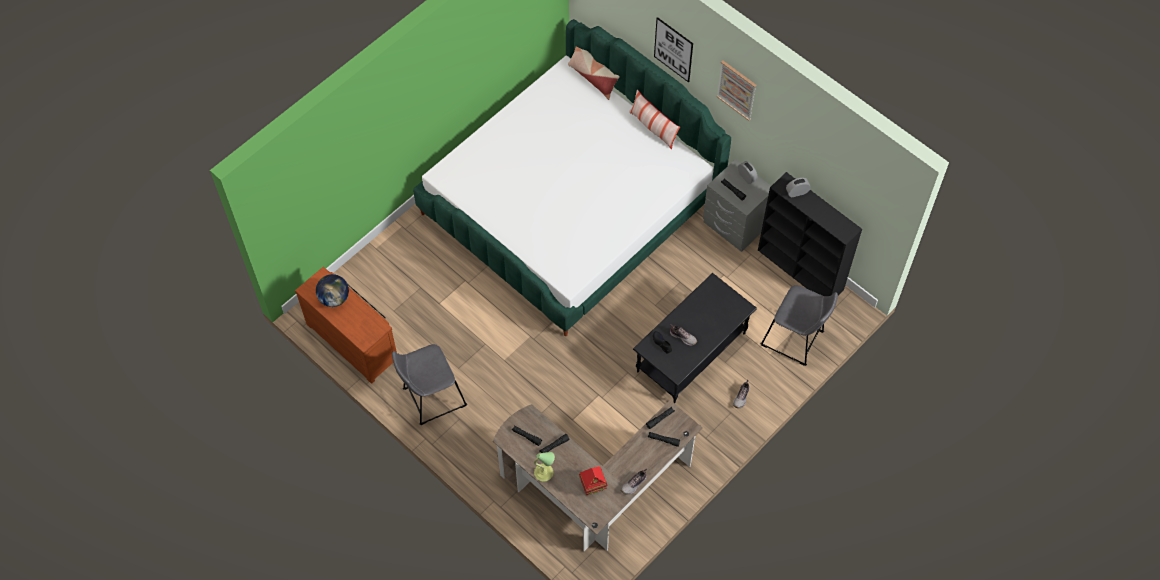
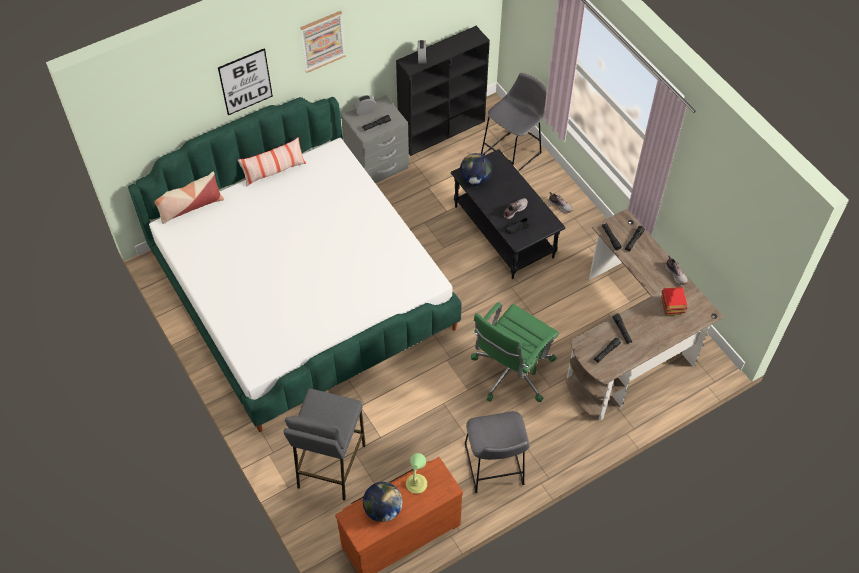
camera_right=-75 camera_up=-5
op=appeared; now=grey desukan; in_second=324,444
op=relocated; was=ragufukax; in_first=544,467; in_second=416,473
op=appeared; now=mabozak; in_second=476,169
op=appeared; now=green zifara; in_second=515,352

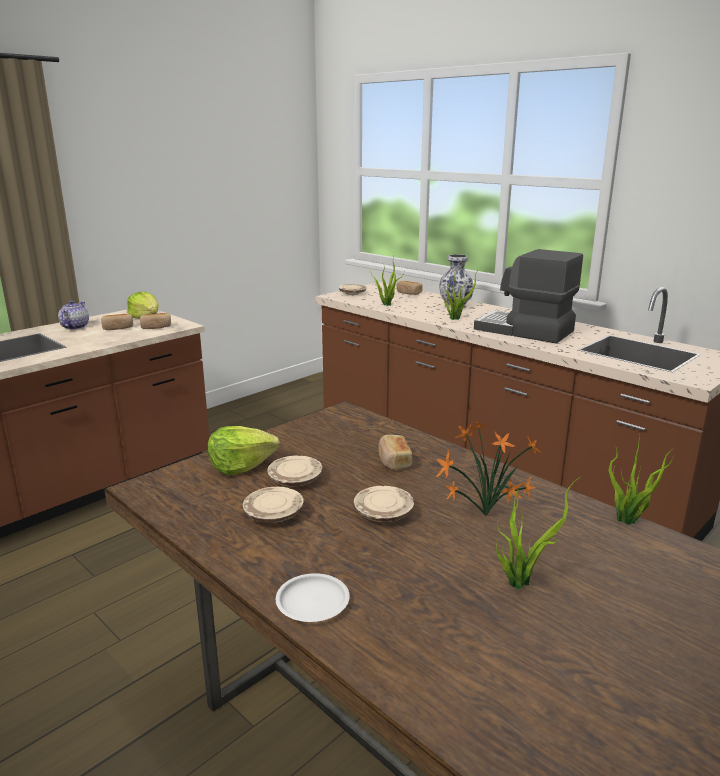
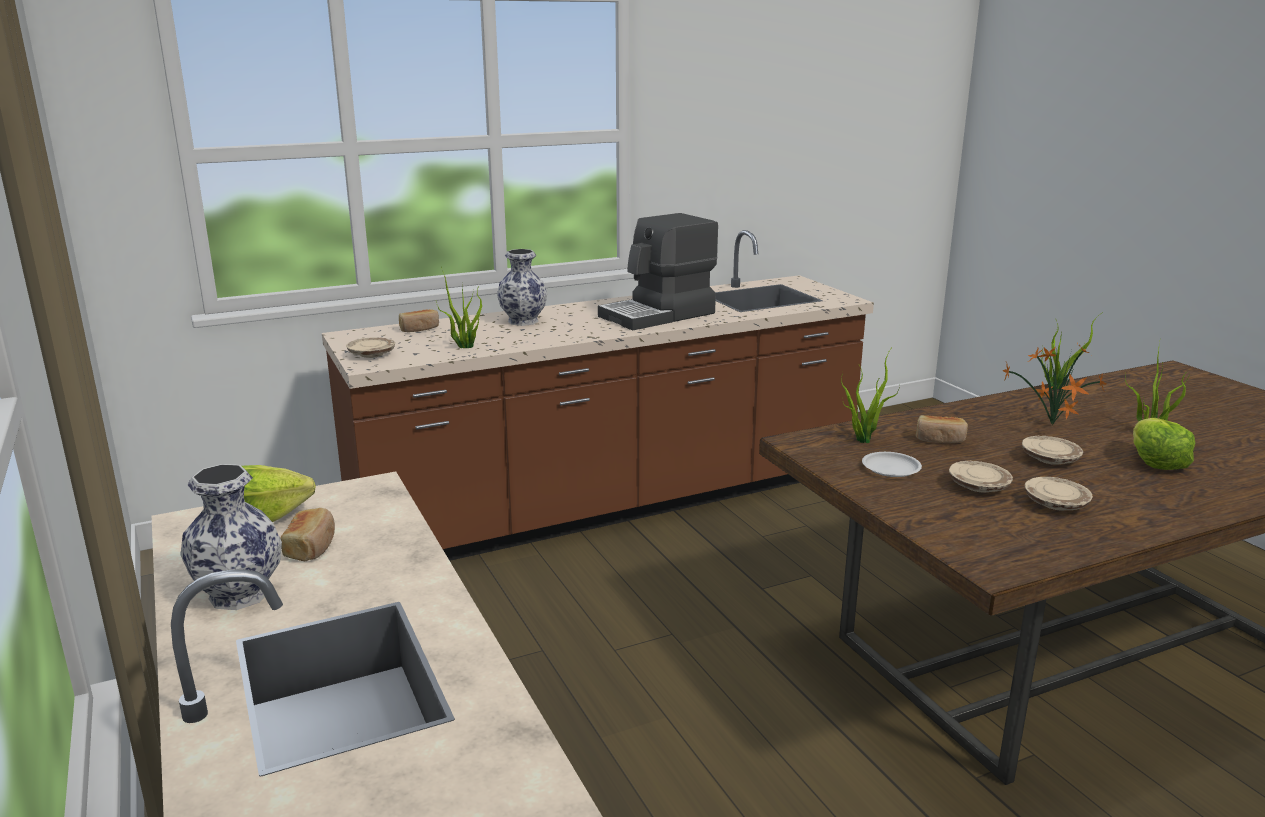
camera_right=-70 camera_up=0
op=exchanged; was=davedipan; now=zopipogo; in_first=73,315; in_second=231,537
op=relocated; was=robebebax; in_first=461,294; in_second=870,394
op=relocated; was=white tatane; in_first=313,597; in_second=892,464
op=relocated; was=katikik; in_first=244,450; in_second=1164,444
op=missing; was=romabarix; in_first=155,321

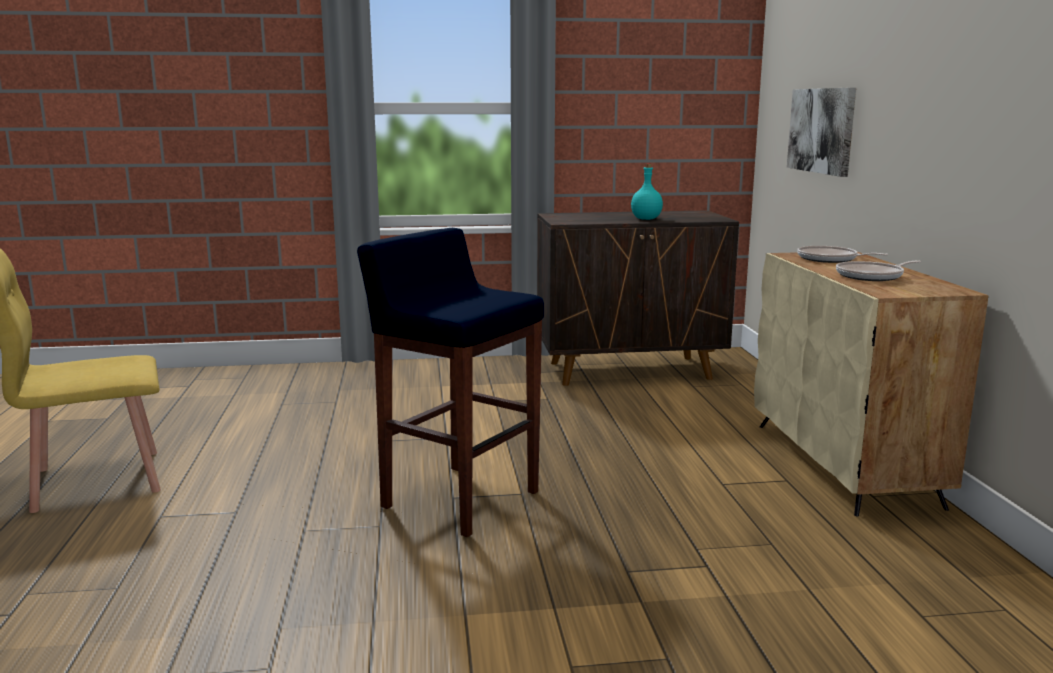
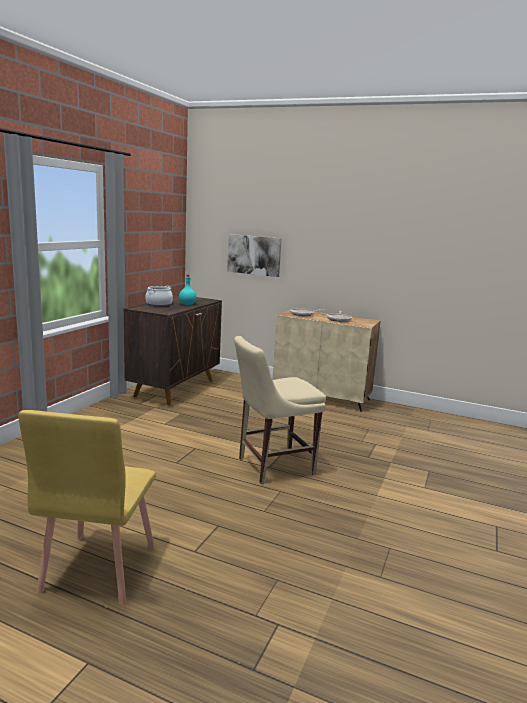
camera_right=-60 camera_up=0
op=appeared; now=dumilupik; in_second=159,296
op=exchanged; was=blue desukan; now=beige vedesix; in_first=450,382; in_second=280,410

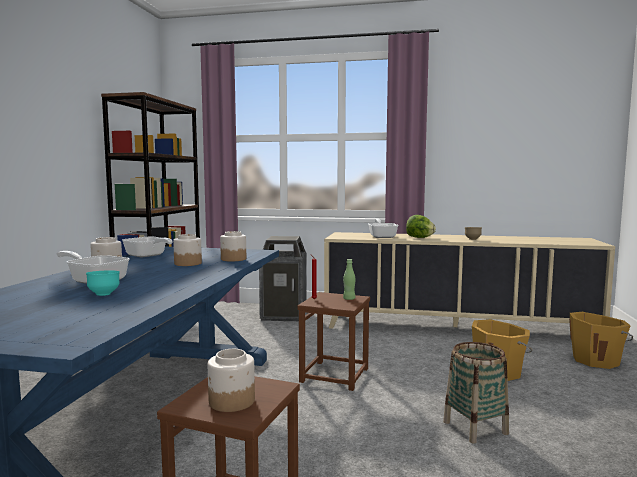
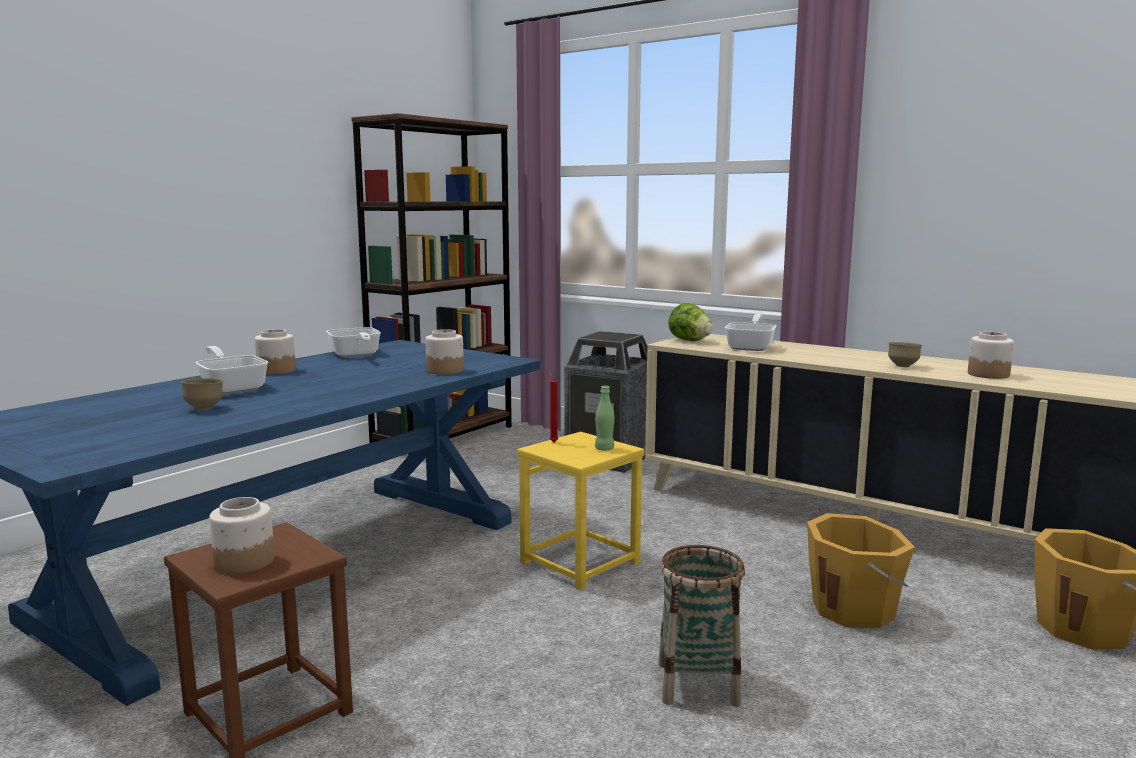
camera_right=25 camera_up=5
op=colour; was=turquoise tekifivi; now=brown tekifivi; in_first=103,283; in_second=202,394
op=colour; was=brown desukan; now=yellow desukan; in_first=333,341; in_second=580,511
op=relocated; was=katikik; in_first=421,226; in_second=690,322
op=relocated; was=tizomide; in_first=187,250; in_second=991,355

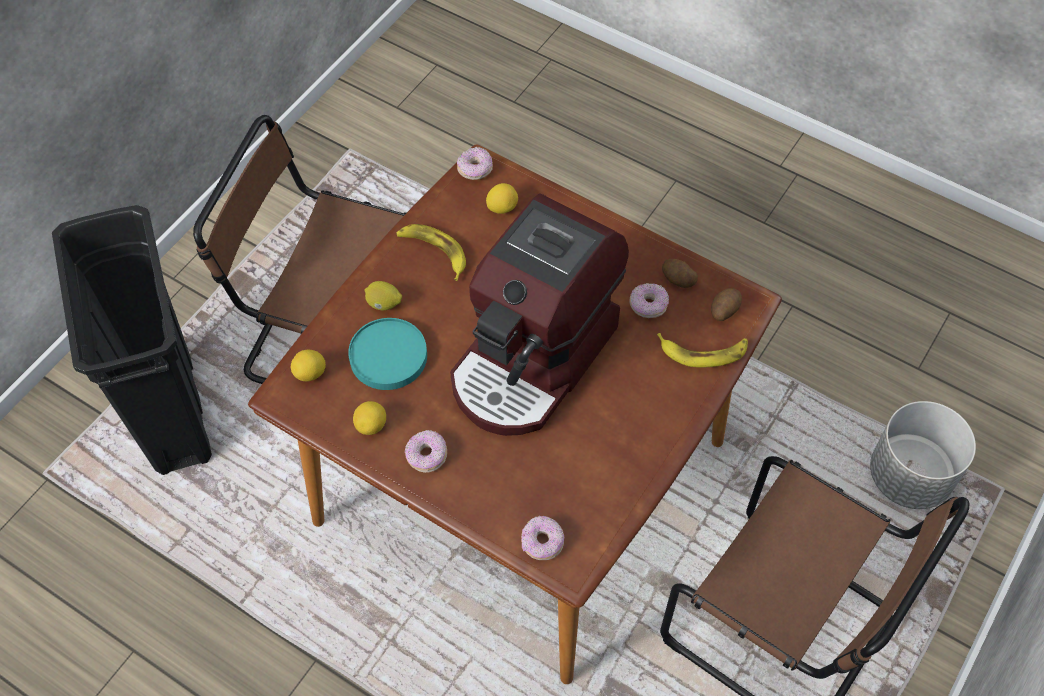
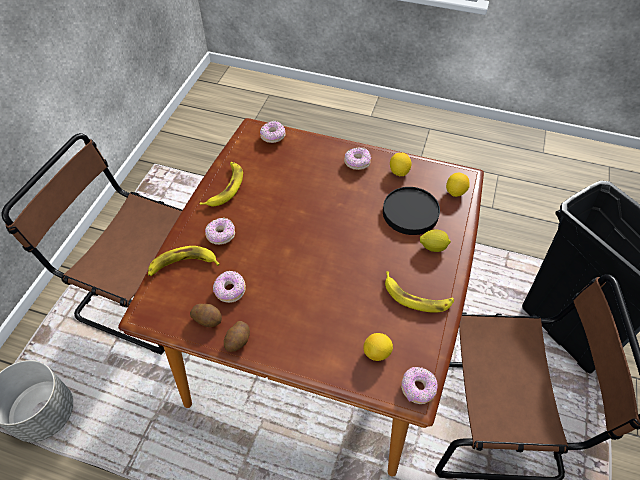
camera_right=165 camera_up=-5
op=appeared; now=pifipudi; in_second=221,184
op=appeared; now=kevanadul; in_second=220,231
op=relocated; was=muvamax; in_first=726,304; in_second=237,336
op=colour; was=turquoise tatane; now=black tatane; in_first=387,354; in_second=411,211
op=missing; was=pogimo; in_first=539,314

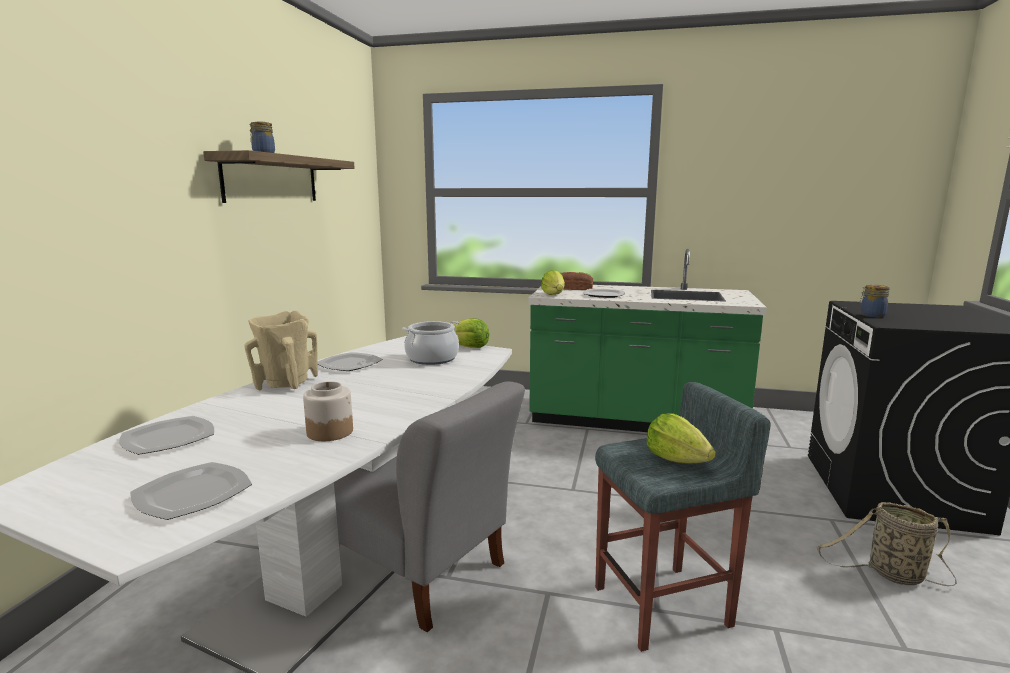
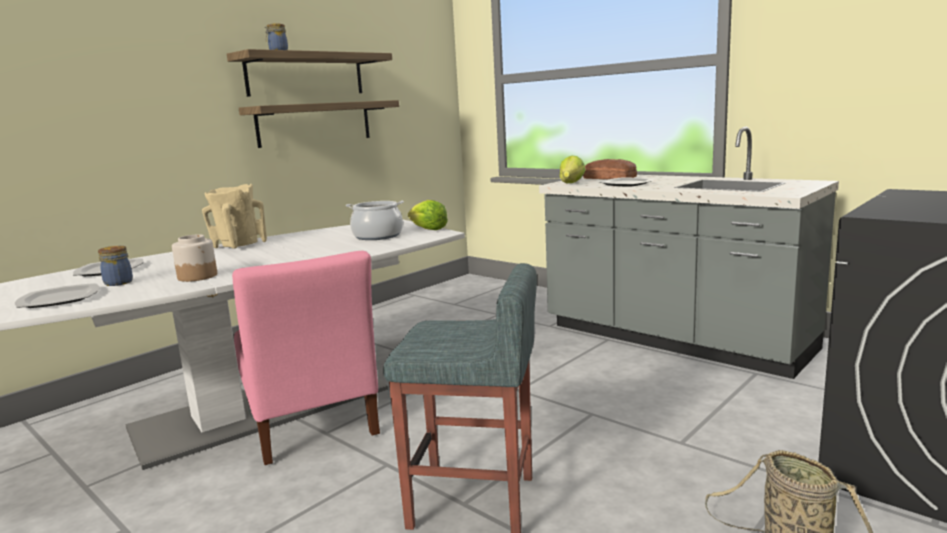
camera_right=30 camera_up=0
op=relocated; was=tizomide; in_first=875,301; in_second=115,266
op=colour; was=grey vedesix; now=pink vedesix; in_first=429,507; in_second=306,358
op=appeared; now=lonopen; in_second=319,124
op=colour; was=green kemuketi; now=grey kemuketi; in_first=647,340; in_second=689,253
op=missing; was=tatane; in_first=350,361
op=missing; was=katikik; in_first=681,439

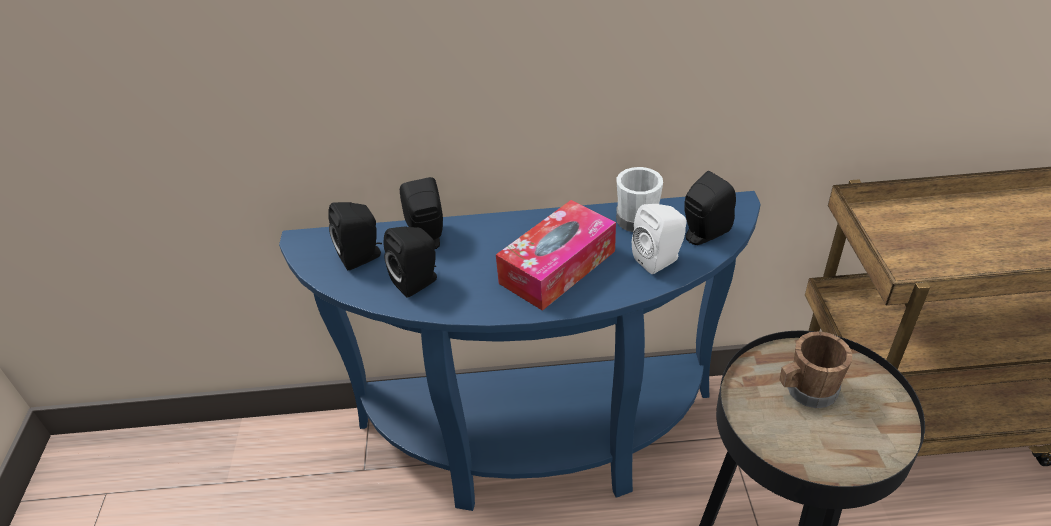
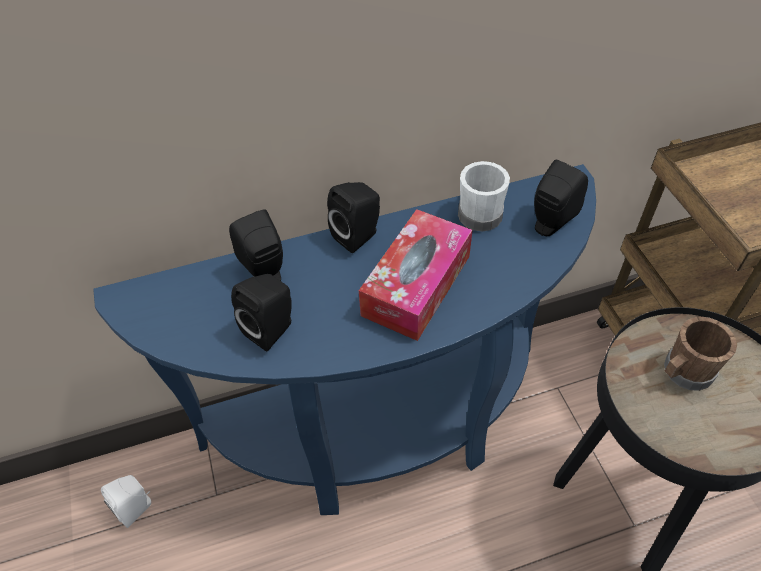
camera_right=-15 camera_up=10
op=relocated; was=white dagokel; in_first=659,239; in_second=126,501
op=relocated; was=black dagokel; in_first=355,236; in_second=353,217

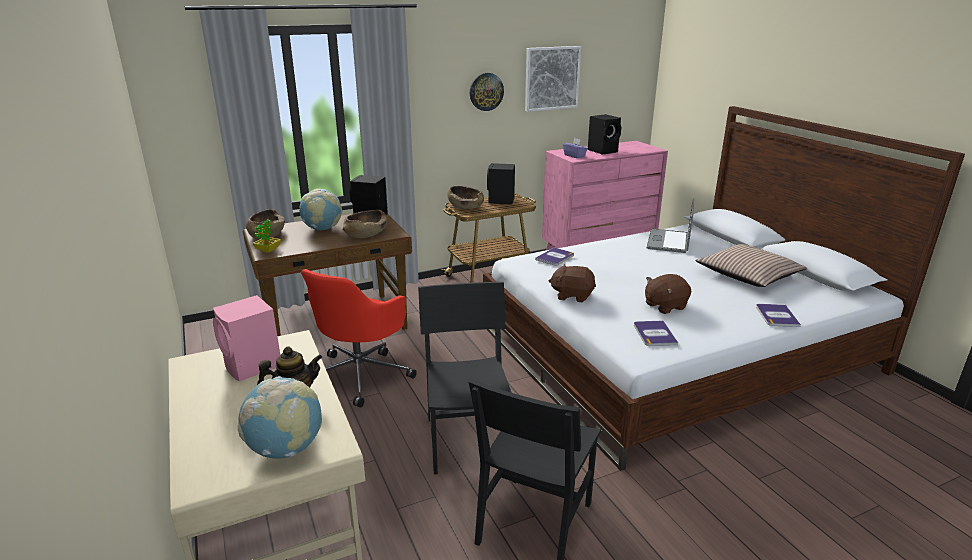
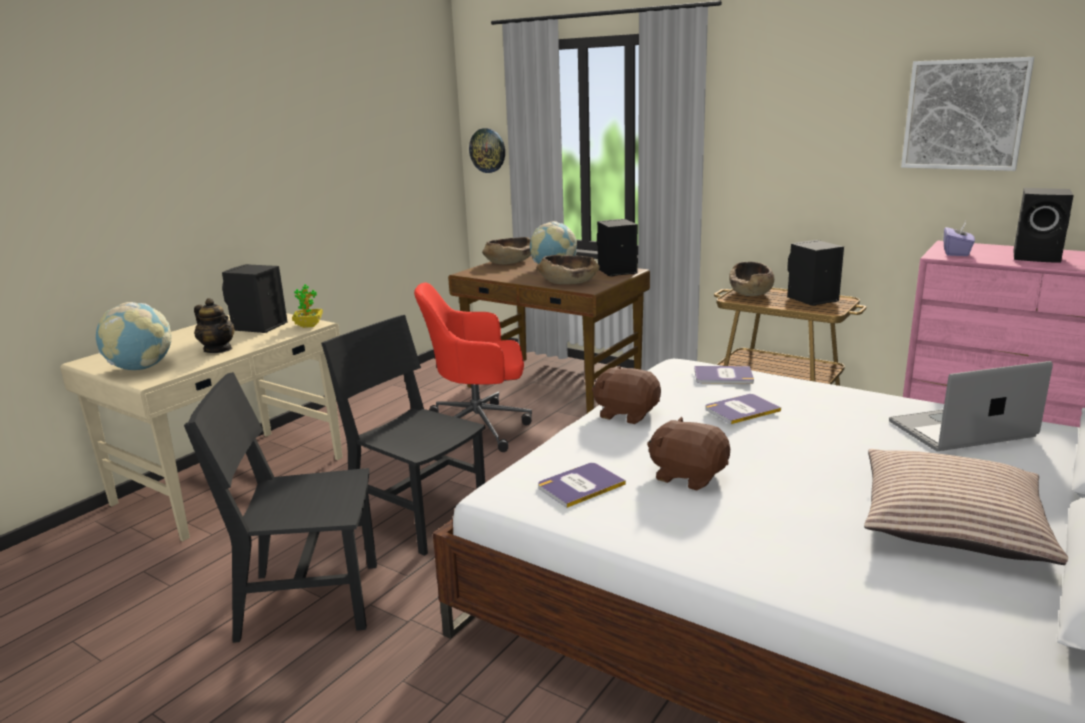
camera_right=60 camera_up=-5
op=colour; was=pink dagokel; now=black dagokel; in_first=246,338; in_second=255,298
op=relocated; was=robebebax; in_first=267,236; in_second=307,306
op=spun; was=black vedesix; in_first=465,378; in_second=403,435; clockwise=-105
op=relocated; was=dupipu; in_first=487,92; in_second=487,150
op=spun; was=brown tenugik; in_first=572,283; in_second=626,394; clockwise=-45
op=relocated; was=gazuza; in_first=778,315; in_second=743,409

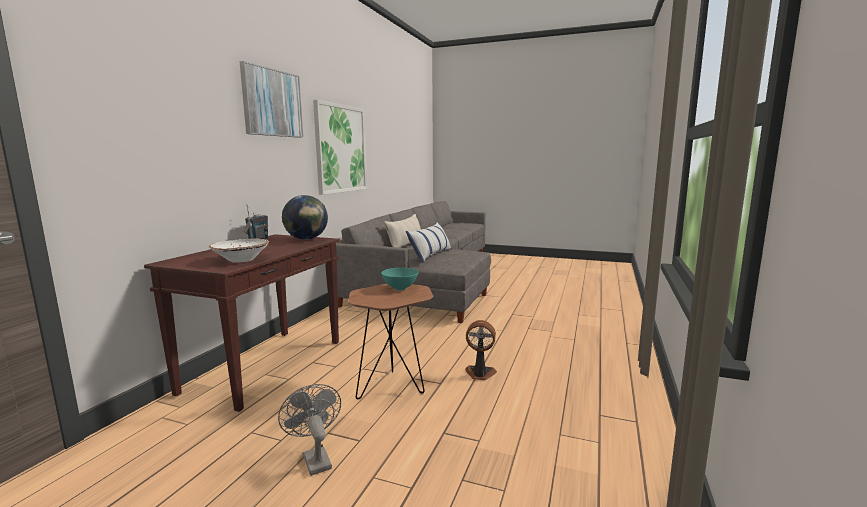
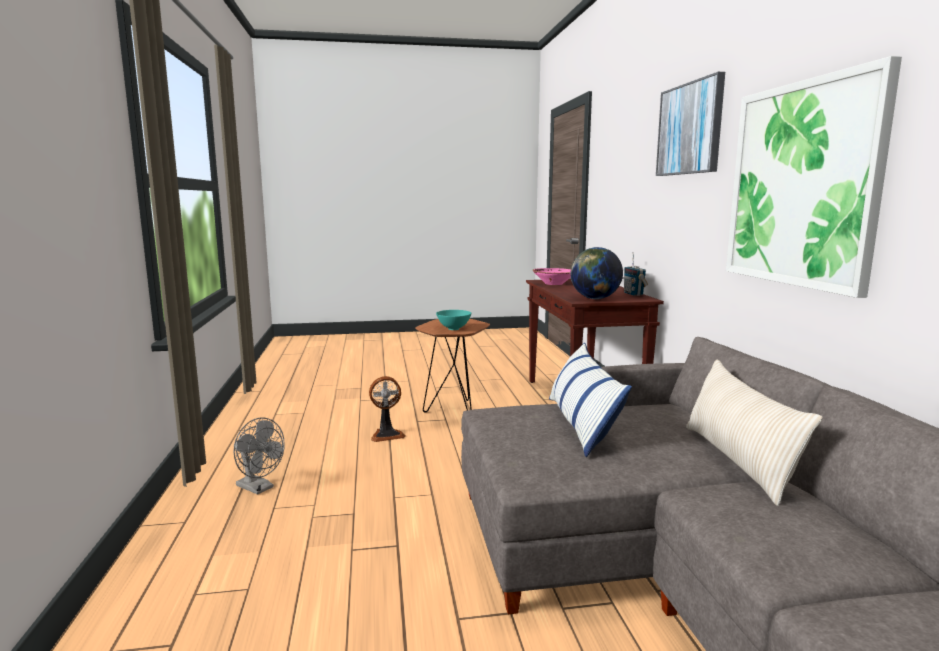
camera_right=150 camera_up=0
op=relocated; was=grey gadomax; in_first=309,430; in_second=259,456
op=colour; was=white tekifivi; now=pink tekifivi; in_first=239,250; in_second=551,276

